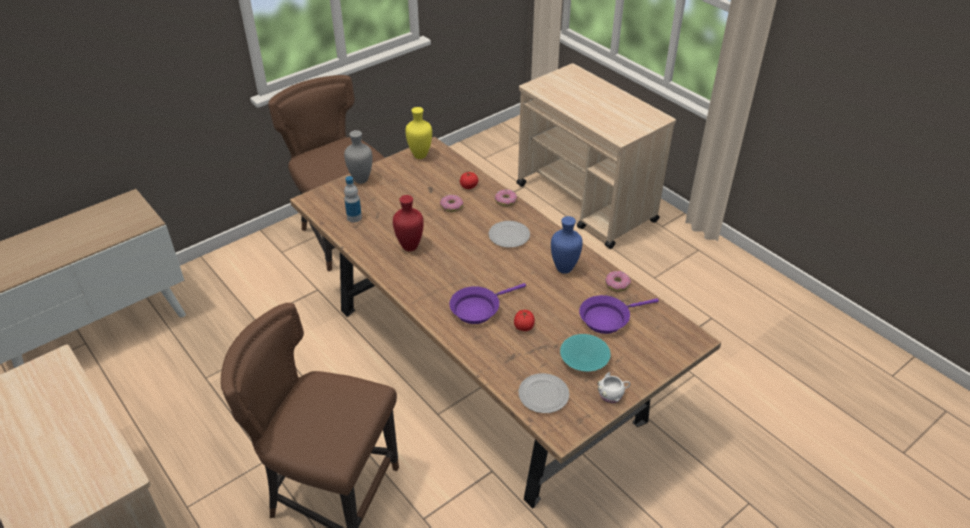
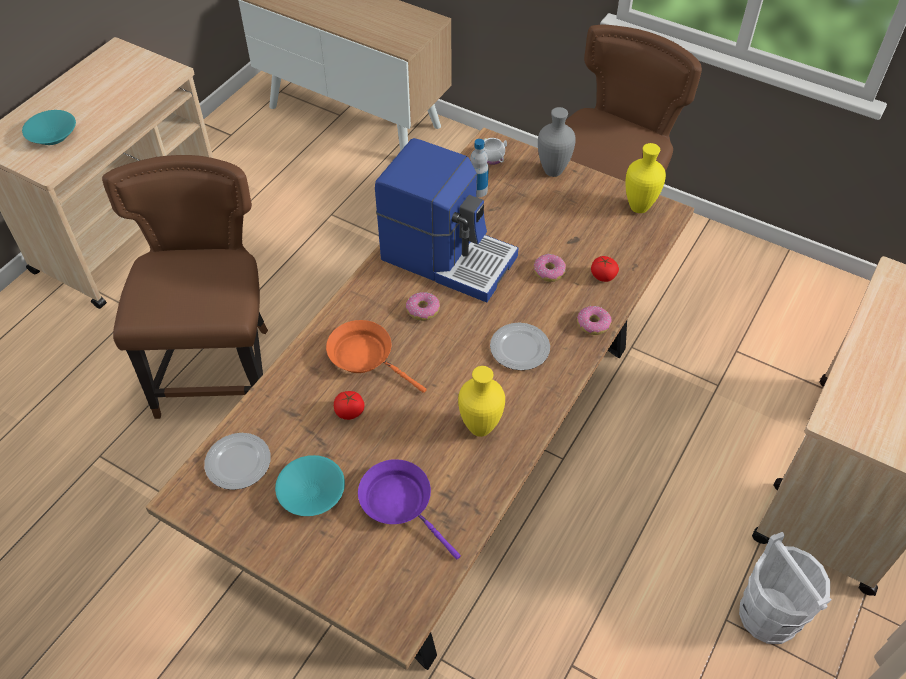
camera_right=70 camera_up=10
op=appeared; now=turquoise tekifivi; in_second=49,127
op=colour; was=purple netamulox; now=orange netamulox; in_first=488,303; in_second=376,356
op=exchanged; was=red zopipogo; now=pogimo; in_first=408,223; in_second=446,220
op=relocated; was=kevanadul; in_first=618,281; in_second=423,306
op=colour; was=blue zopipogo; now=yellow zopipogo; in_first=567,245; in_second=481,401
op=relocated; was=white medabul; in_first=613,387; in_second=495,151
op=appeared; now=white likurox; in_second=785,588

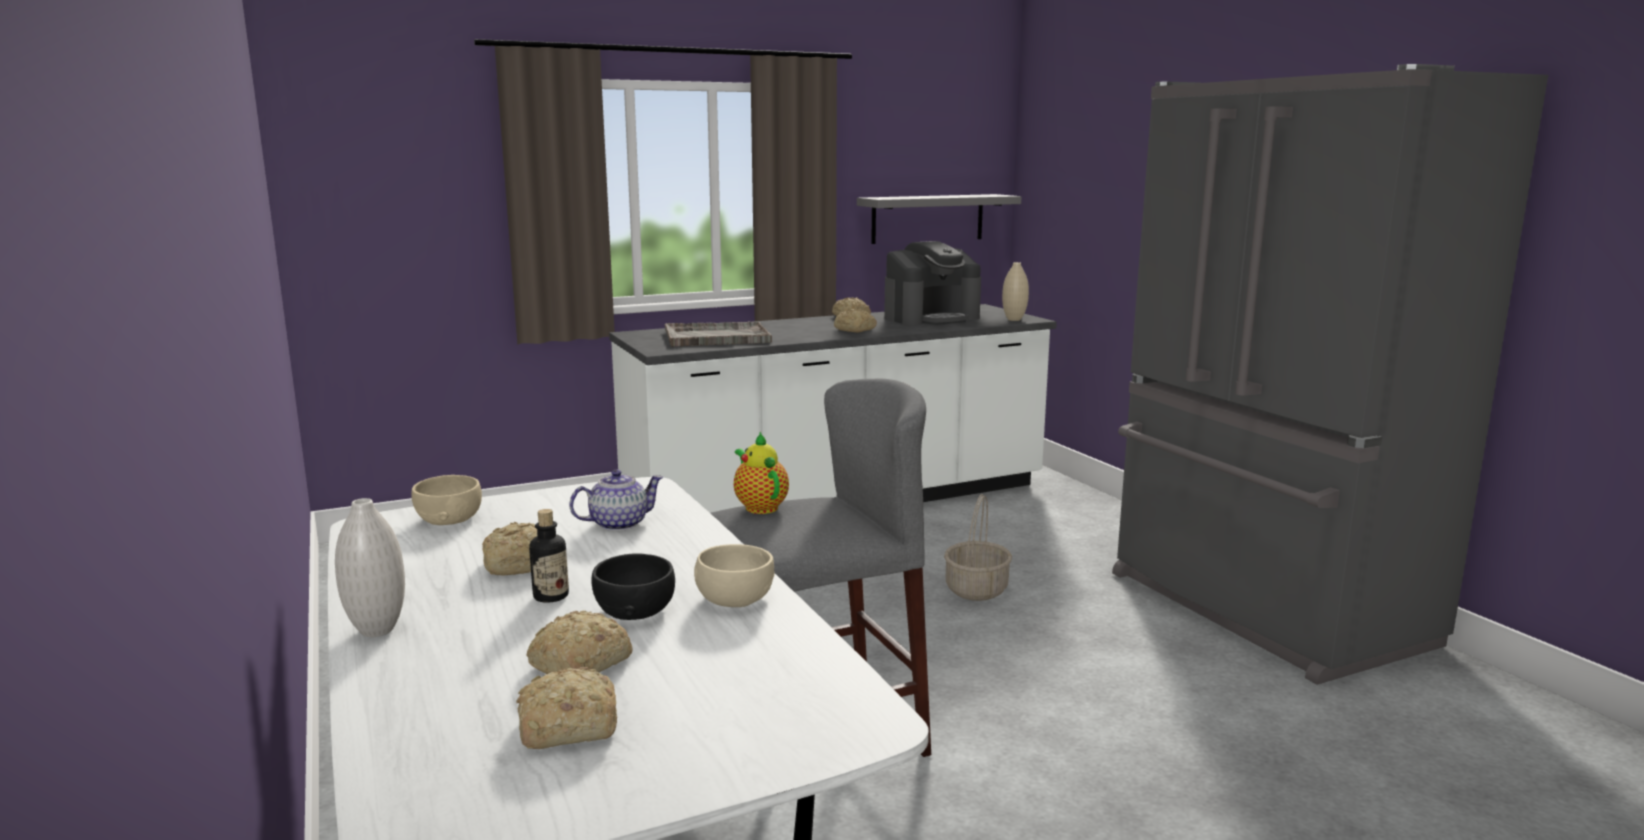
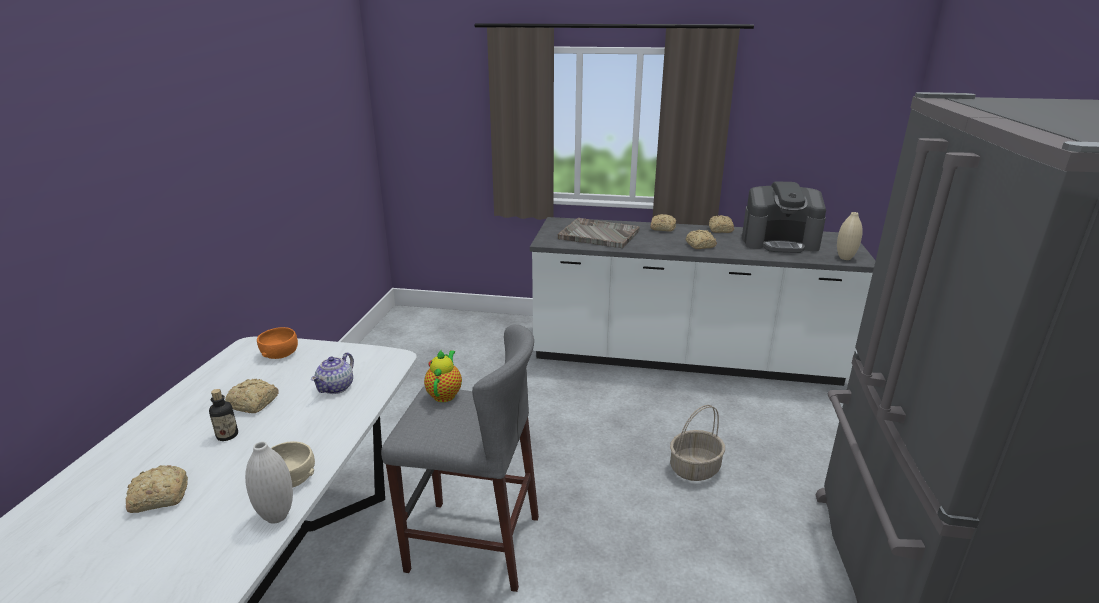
camera_right=35 camera_up=10
op=relocated; was=white zopipogo; in_first=370,567; in_second=269,482
op=colour; was=beige tekifivi; now=orange tekifivi; in_first=446,500; in_second=277,343
op=spun; was=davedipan; in_first=616,500; in_second=332,373; clockwise=105
op=relocated; was=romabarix; in_first=566,708; in_second=663,223
op=missing; was=black tekifivi; in_first=633,586
op=missing; was=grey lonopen; in_first=939,219

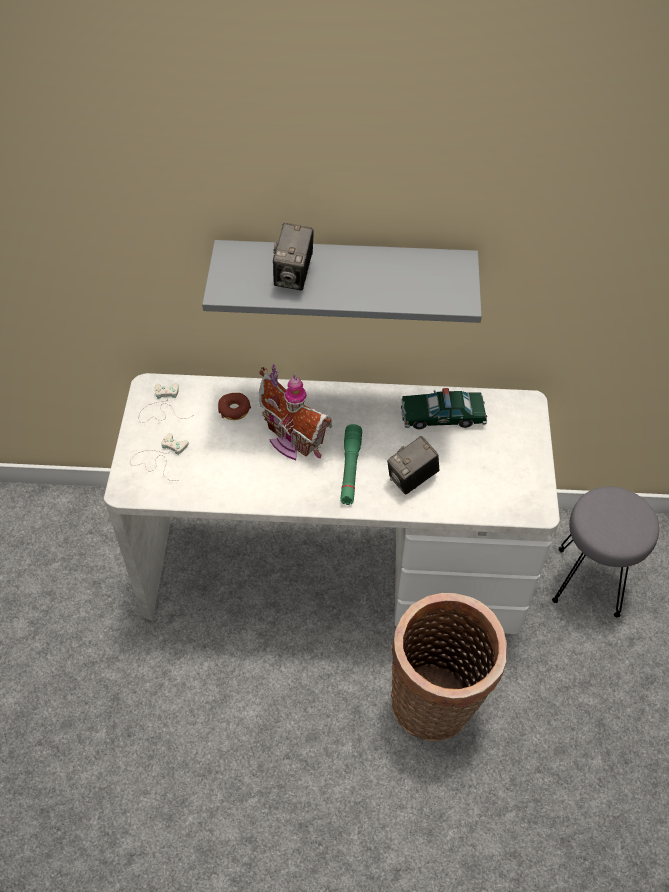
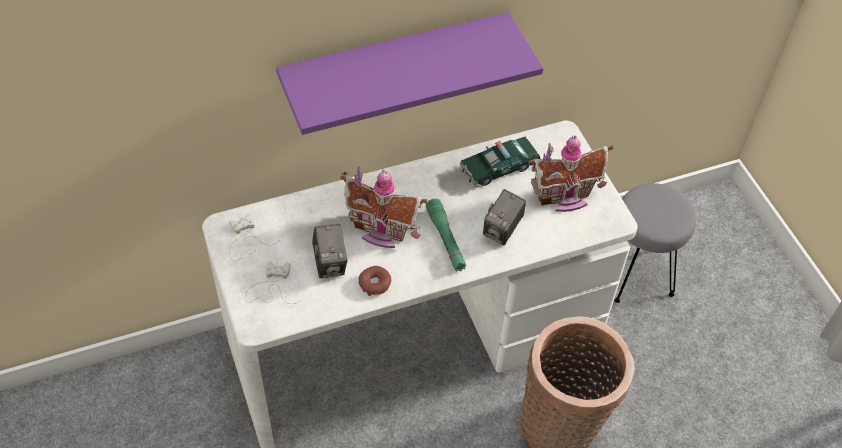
camera_right=-25 camera_up=0
op=colour; was=grey lonopen; now=purple lonopen; in_first=342,281; in_second=410,73
op=relocated; was=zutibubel; in_first=293,256; in_second=329,251
op=relocated; was=kevanadul; in_first=234,406; in_second=375,281
op=appeared; now=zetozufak; in_second=571,173

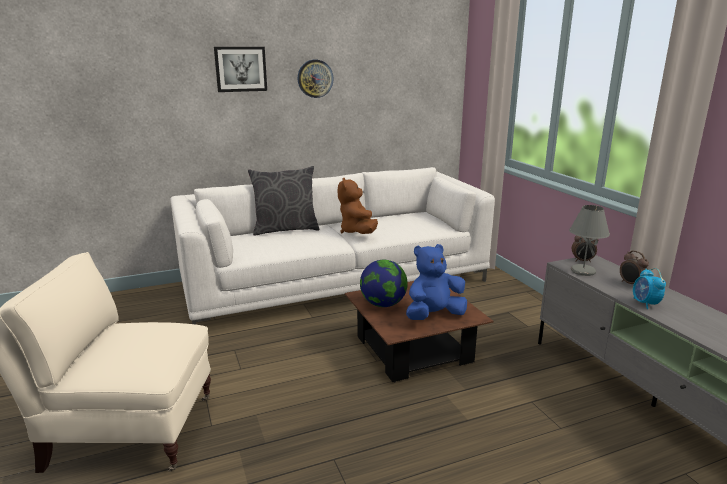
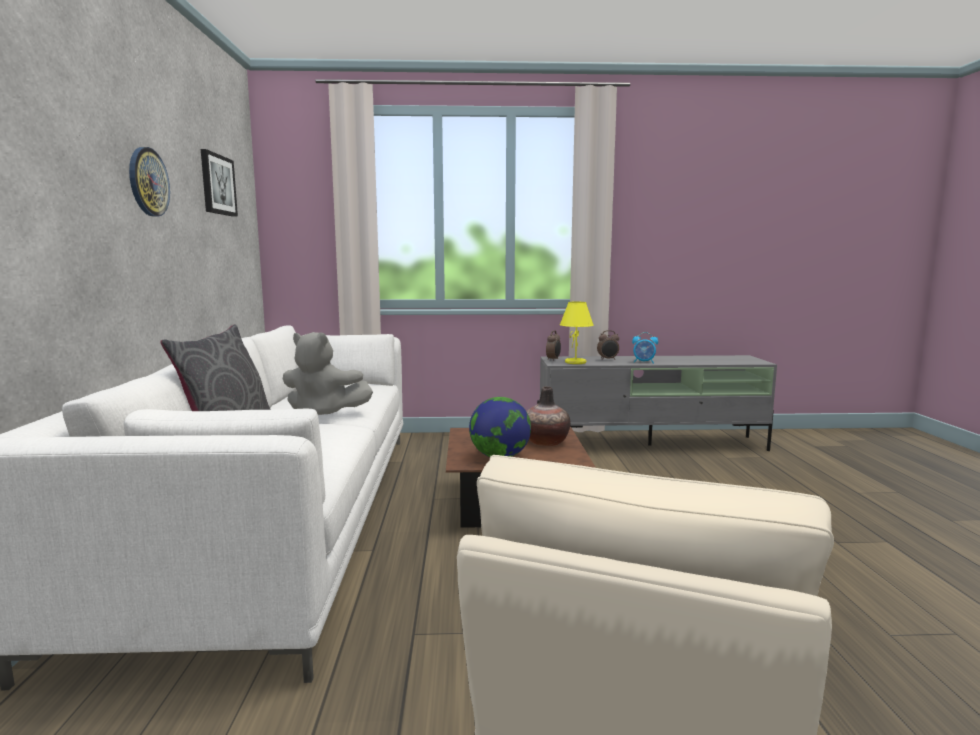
camera_right=-70 camera_up=-10
op=relocated; was=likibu; in_first=240,69; in_second=219,183
op=colour; was=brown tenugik; now=grey tenugik; in_first=358,206; in_second=328,373
op=exchanged; was=blue tenugik; now=zopipogo; in_first=436,282; in_second=548,416
op=colour; was=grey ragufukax; now=yellow ragufukax; in_first=589,240; in_second=577,333

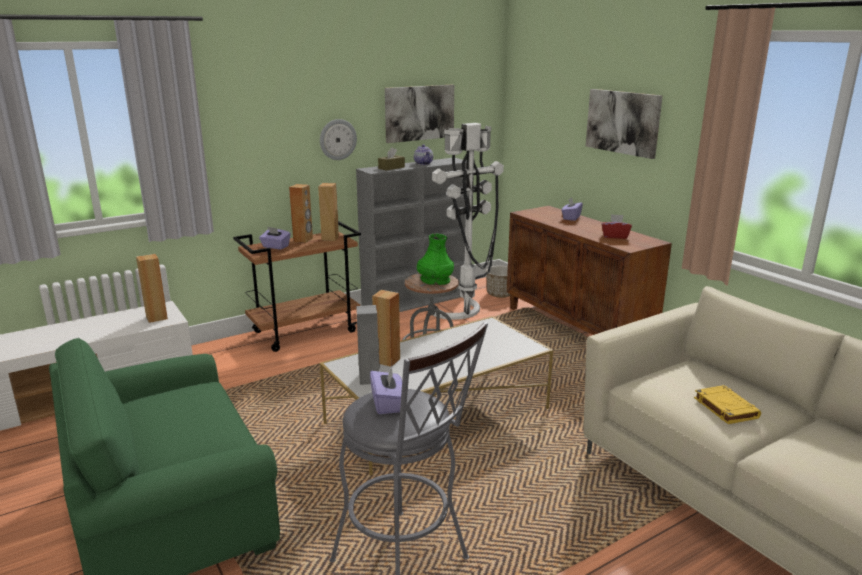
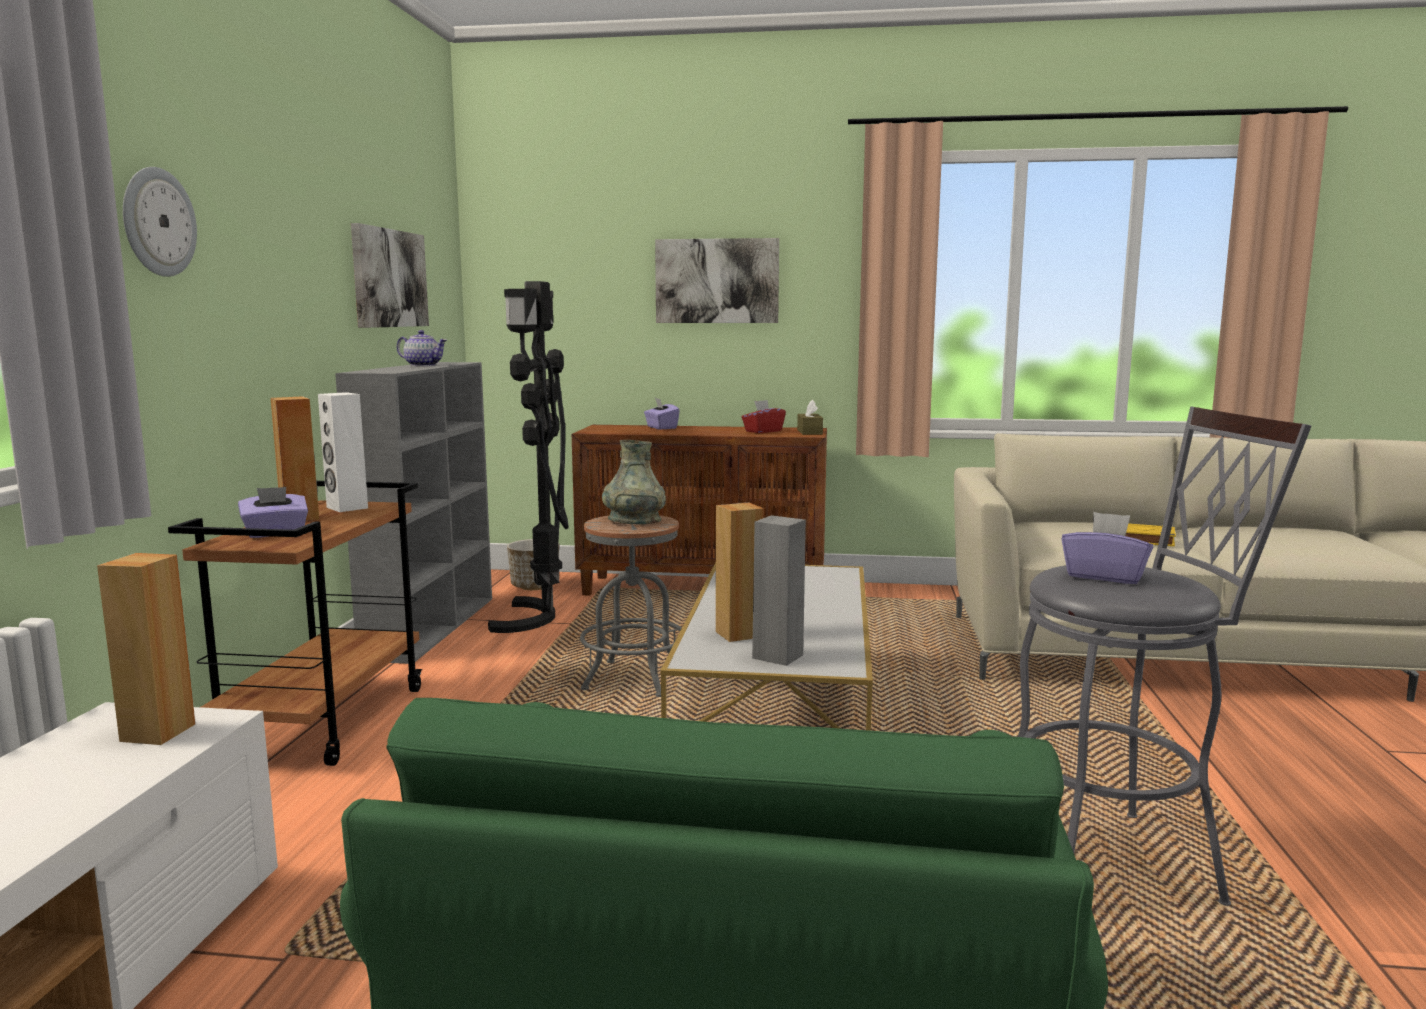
camera_right=-50 camera_up=-10
op=relocated; was=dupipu; in_first=338,139; in_second=160,222
op=colour; was=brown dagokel; now=white dagokel; in_first=328,212; in_second=343,452
op=colour; was=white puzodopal; now=black puzodopal; in_first=468,221; in_second=528,457
op=colour; was=green zopipogo; now=grey zopipogo; in_first=435,259; in_second=634,482
op=relocated; was=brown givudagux; in_first=391,159; in_second=810,417

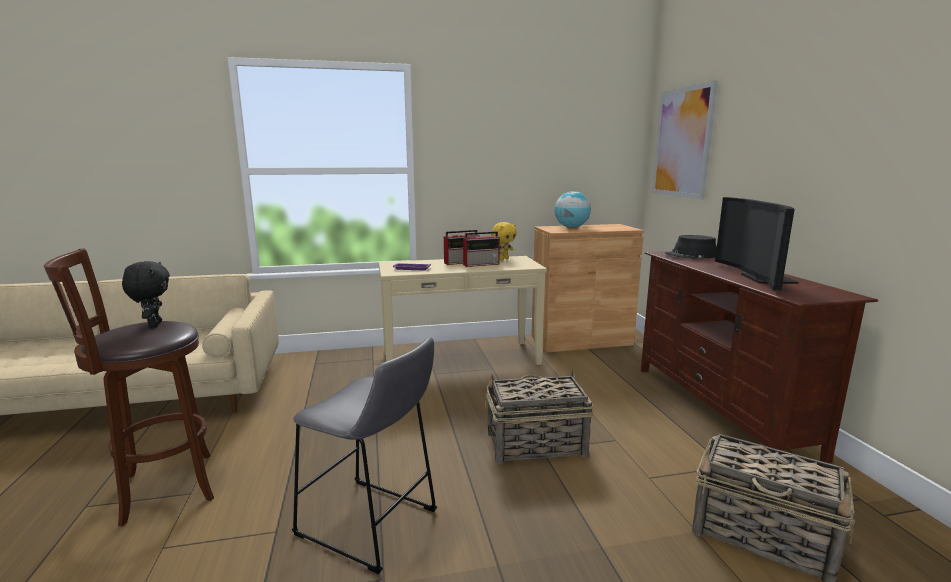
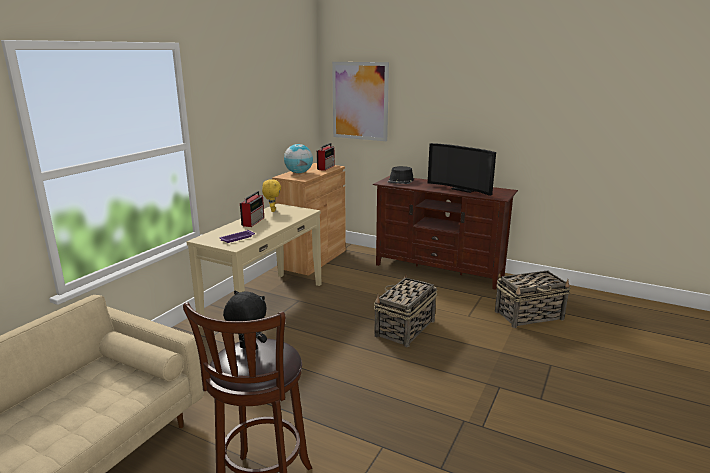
camera_right=-50 camera_up=5
op=relocated; was=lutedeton; in_first=481,249; in_second=326,157
op=missing; was=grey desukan; in_first=364,455

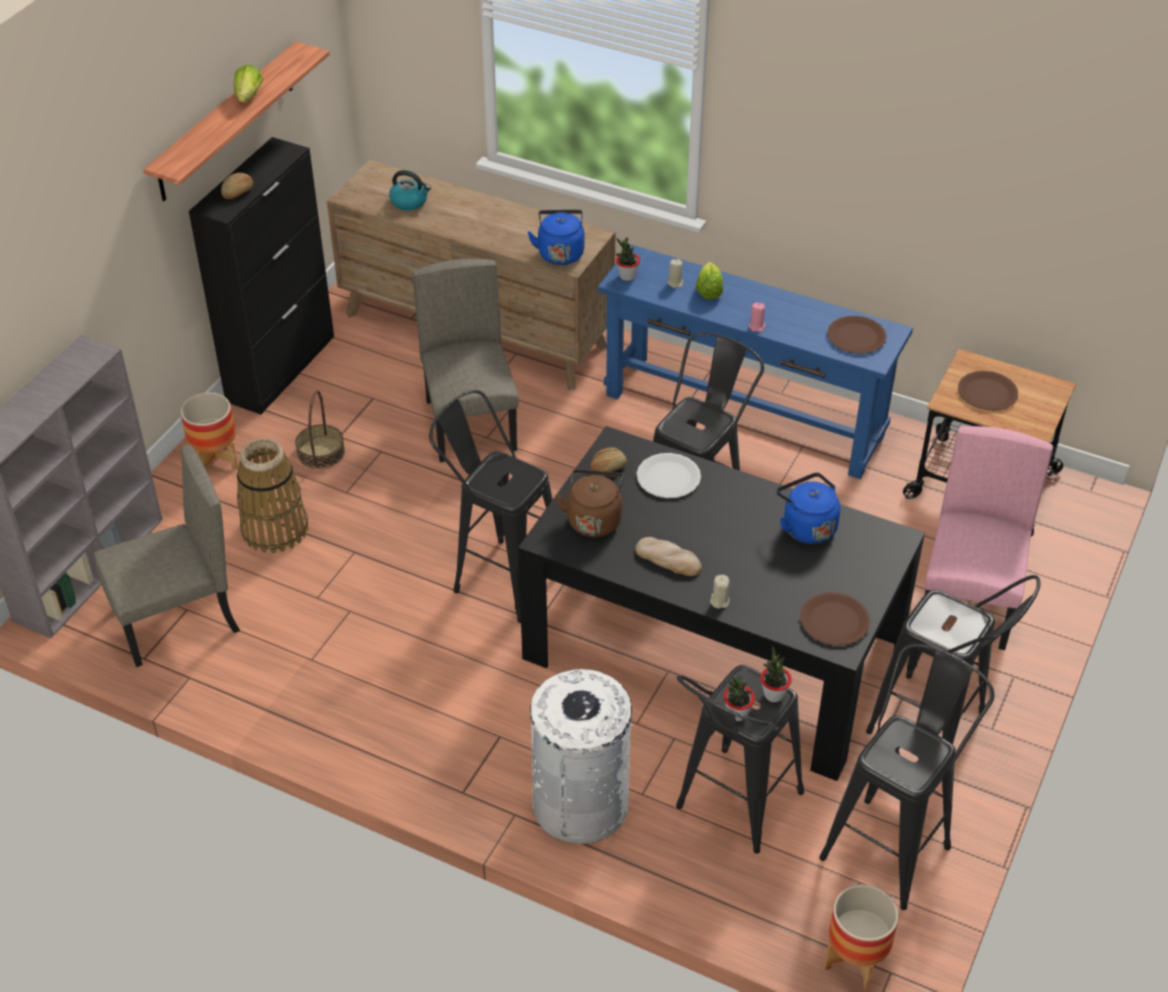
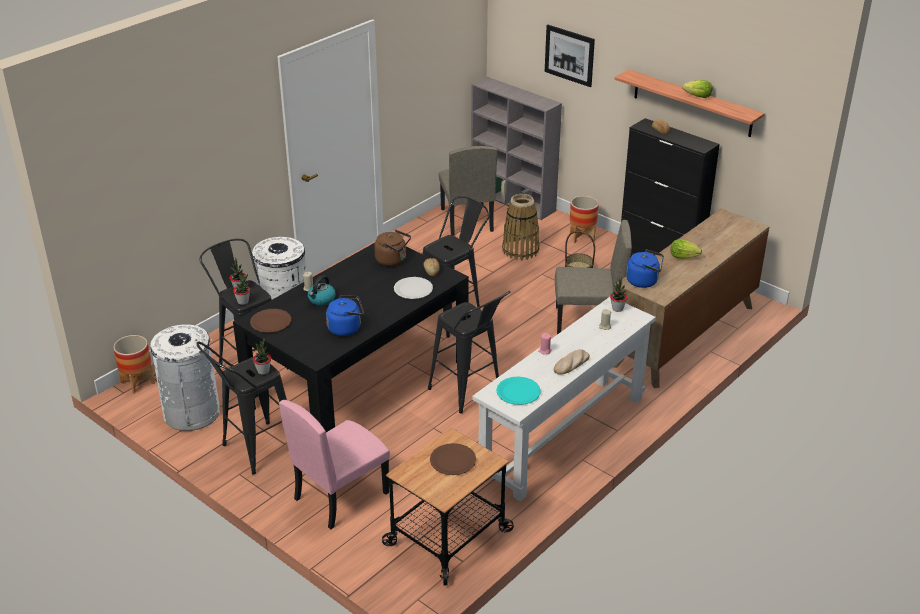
camera_right=105 camera_up=-10
op=exchanged; was=black desukan; now=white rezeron; in_first=907,777; in_second=185,377
op=appeared; now=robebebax; in_second=262,356
op=spun; was=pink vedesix; in_first=989,538; in_second=334,464; clockwise=105
op=relocated; was=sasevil; in_first=410,190; in_second=322,291
op=colour; was=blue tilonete; now=white tilonete; in_first=755,362; in_second=564,399
op=colour; was=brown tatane; now=turquoise tatane; in_first=857,335; in_second=518,391
op=appeared; now=likibu; in_second=570,56
op=relocated; was=romabarix; in_first=668,556; in_second=572,362
op=relocated; was=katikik; in_first=709,280; in_second=686,249

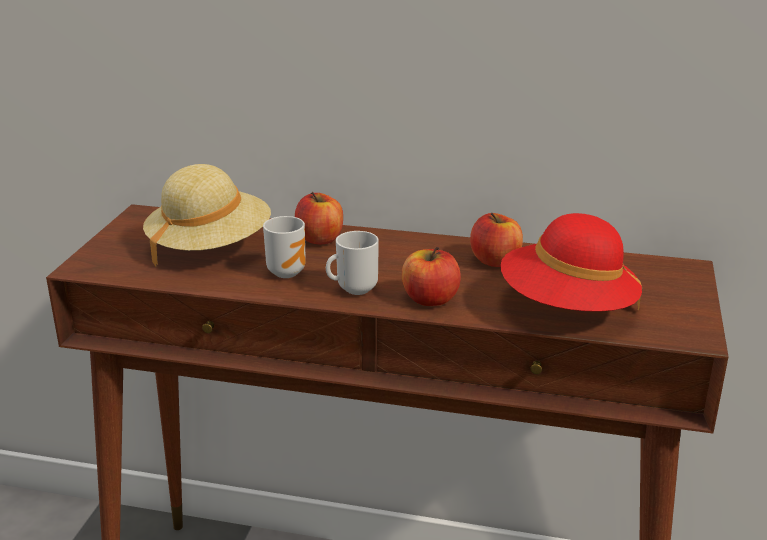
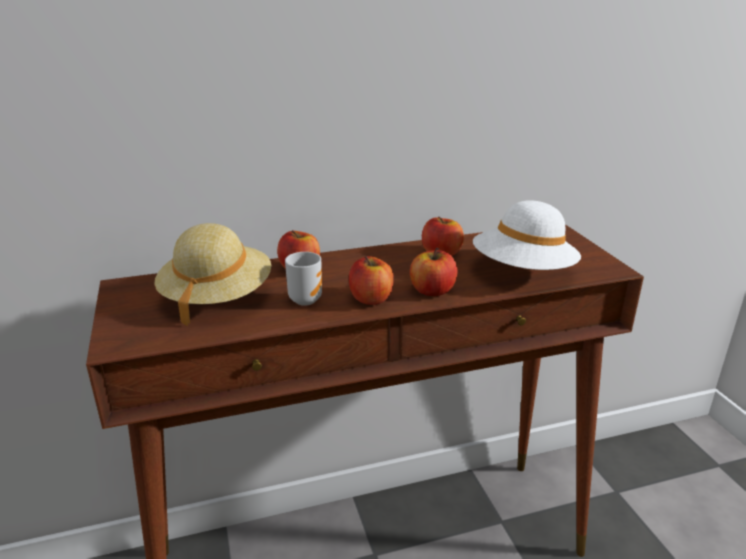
camera_right=-30 camera_up=0
op=exchanged; was=medabul; now=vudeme; in_first=352,263; in_second=371,280
op=colour; was=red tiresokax; now=white tiresokax; in_first=571,262; in_second=527,235

